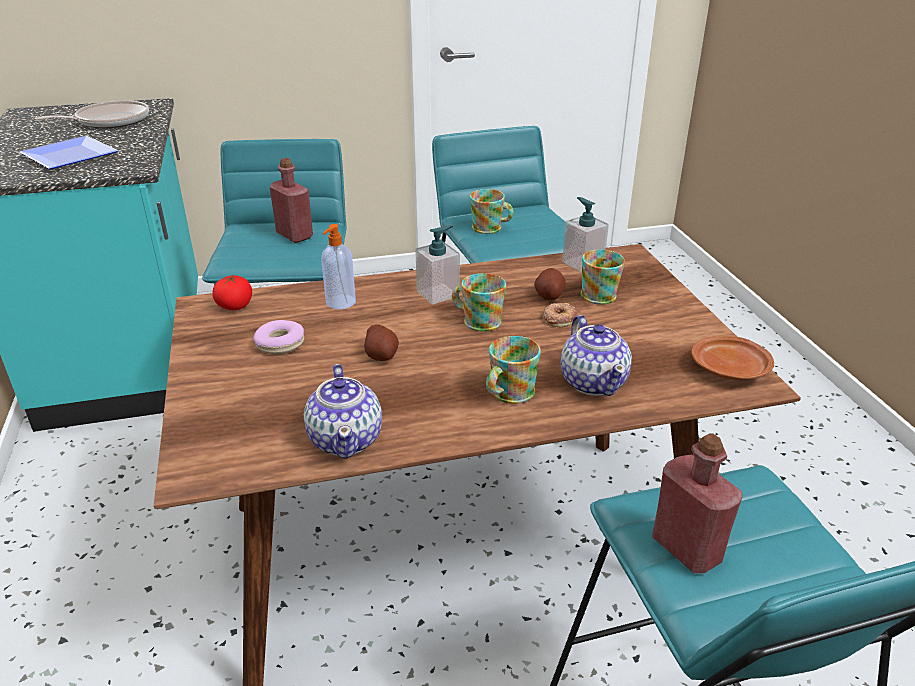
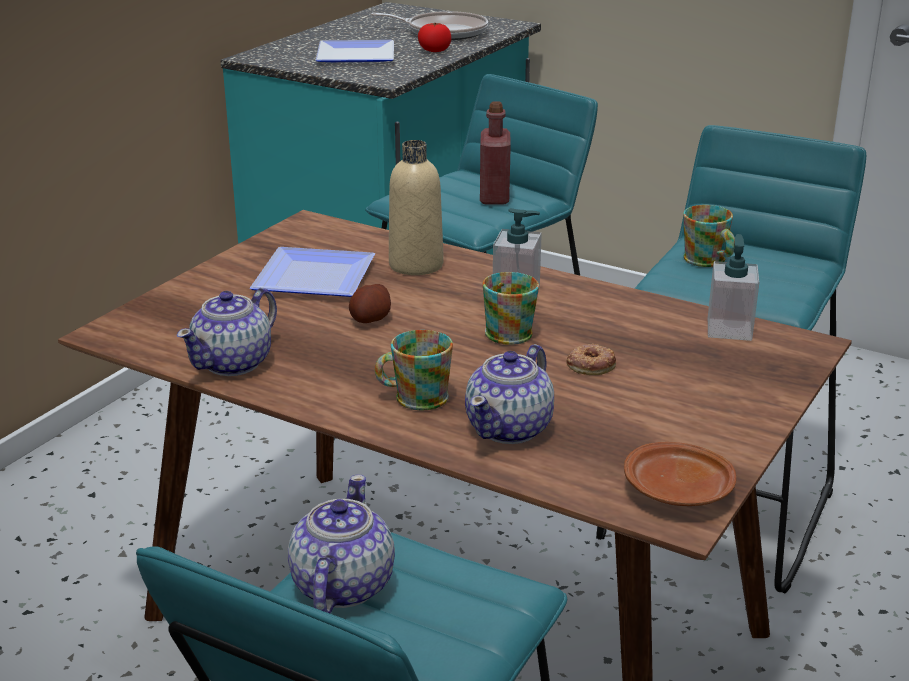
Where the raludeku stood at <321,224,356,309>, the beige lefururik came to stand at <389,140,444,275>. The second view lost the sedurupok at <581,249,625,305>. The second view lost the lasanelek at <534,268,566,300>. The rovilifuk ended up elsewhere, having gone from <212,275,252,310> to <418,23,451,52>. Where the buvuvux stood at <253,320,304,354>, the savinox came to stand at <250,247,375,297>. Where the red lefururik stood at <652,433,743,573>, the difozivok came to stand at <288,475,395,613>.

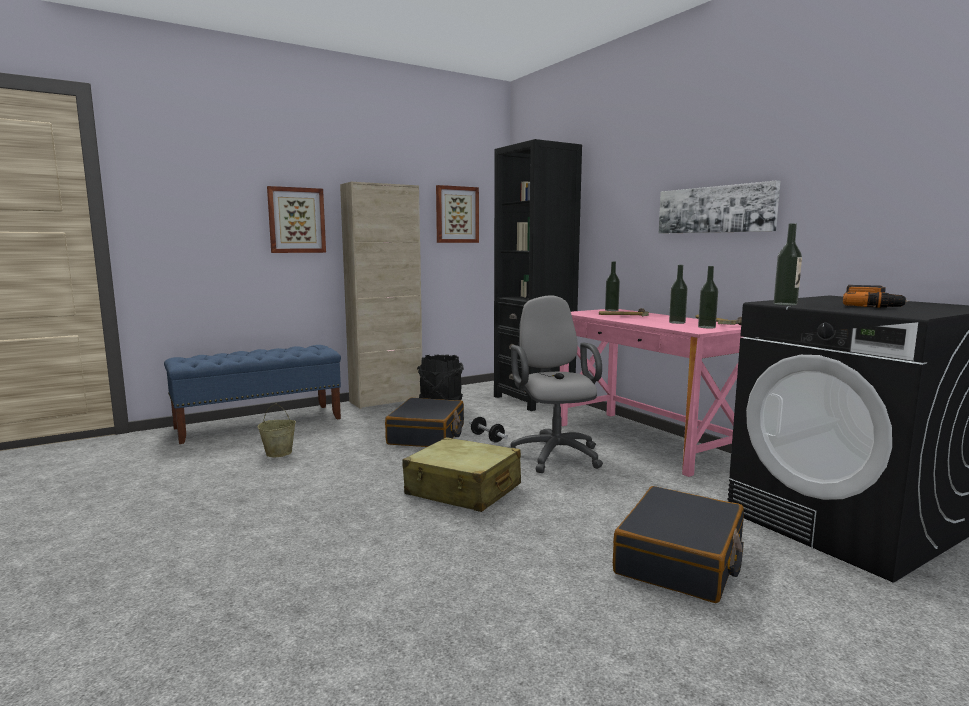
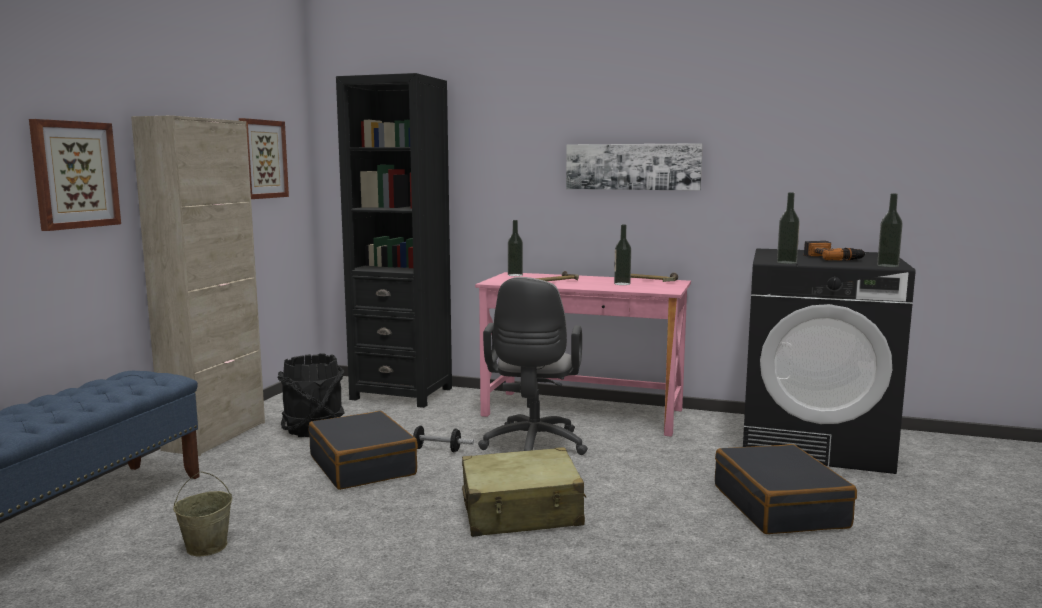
The lefururik ended up elsewhere, having gone from <698,266,718,328> to <877,193,903,267>. The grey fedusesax at <508,295,603,473> ended up facing another way, 120 degrees counterclockwise from before.

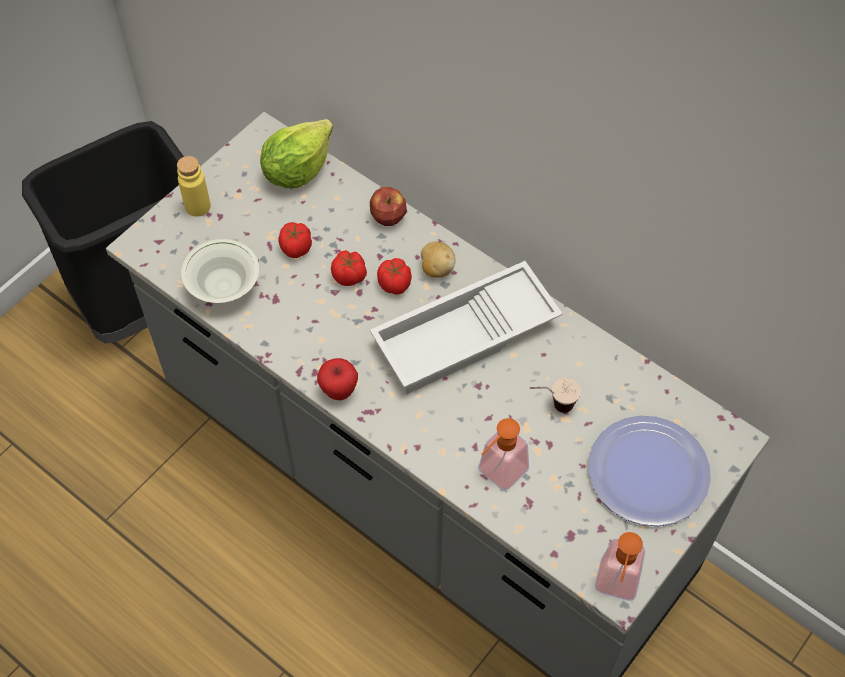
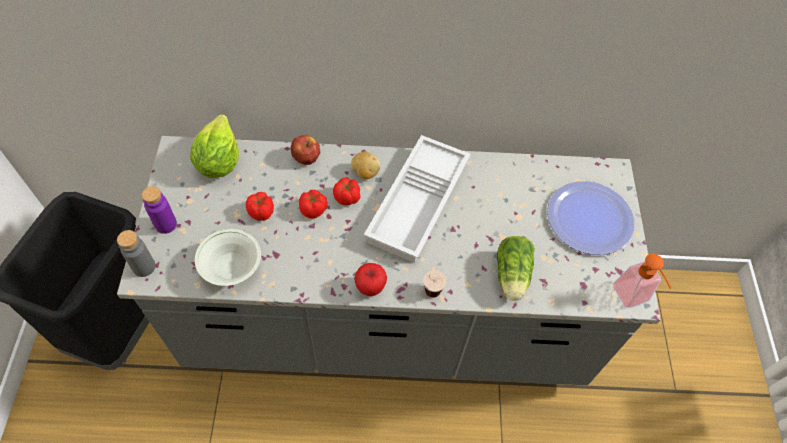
What was the yellow lefururik at <177,156,211,217> turned into the purple lefururik at <141,186,177,234>. The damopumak ended up elsewhere, having gone from <530,378,581,413> to <415,270,446,298>. Where the raludeku stood at <478,418,529,491>, the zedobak came to stand at <497,236,535,301>. The second view gained the grey lefururik at <117,230,156,277>.

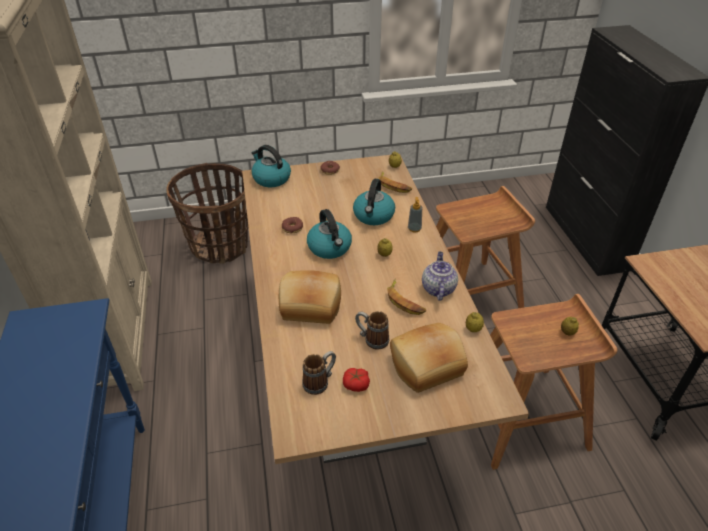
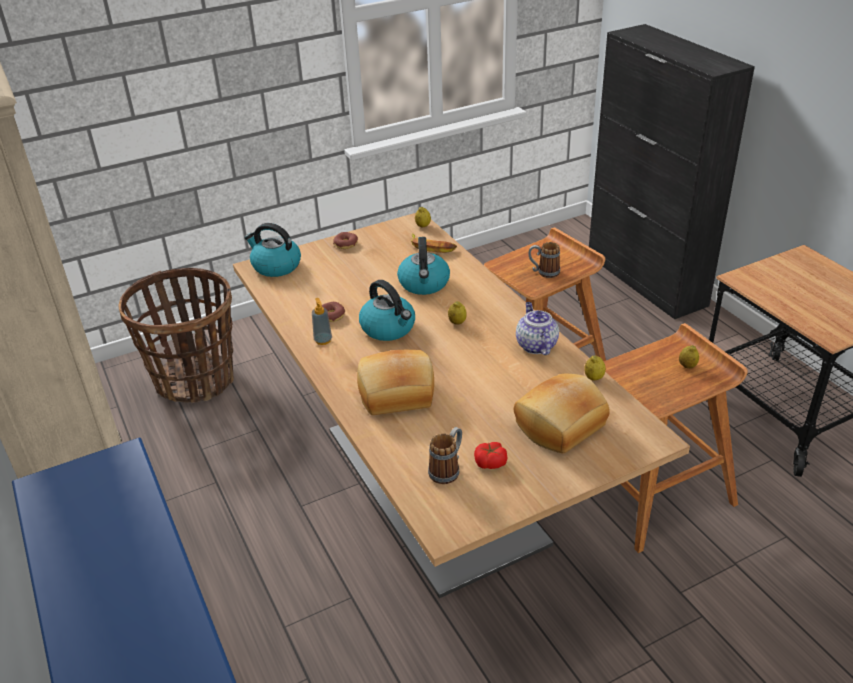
The raludeku ended up elsewhere, having gone from <408,197,422,232> to <312,298,332,345>. The second view lost the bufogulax at <387,279,426,315>. The sedurupok ended up elsewhere, having gone from <355,311,389,349> to <528,242,560,278>.

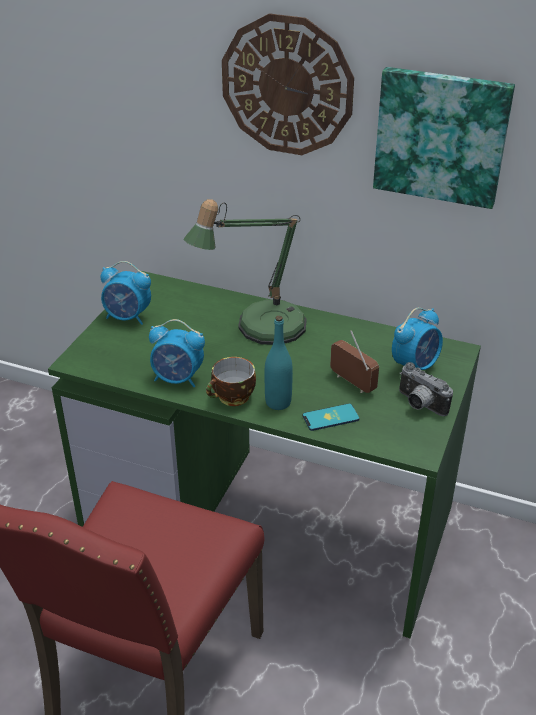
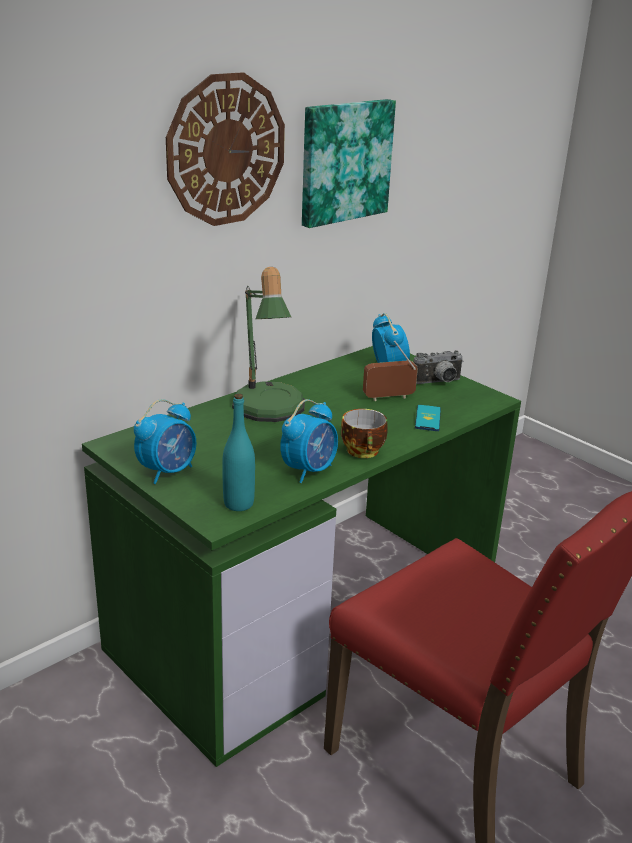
The turquoise lefururik ended up elsewhere, having gone from <265,316,293,410> to <222,394,255,511>.

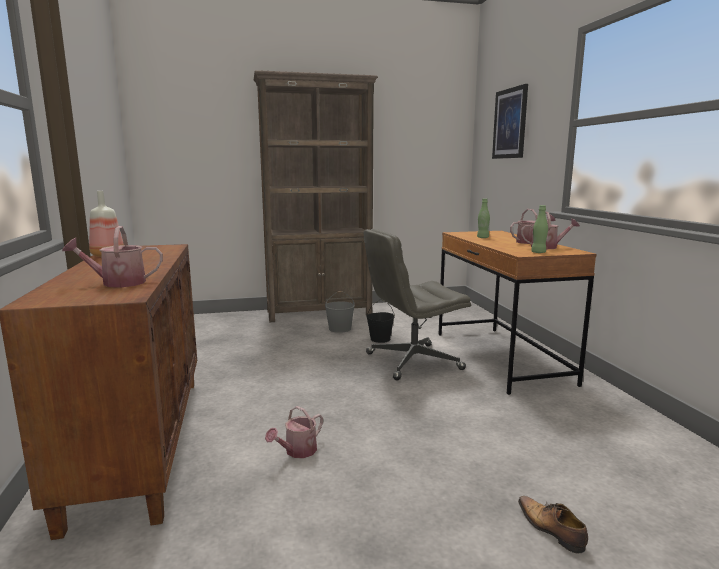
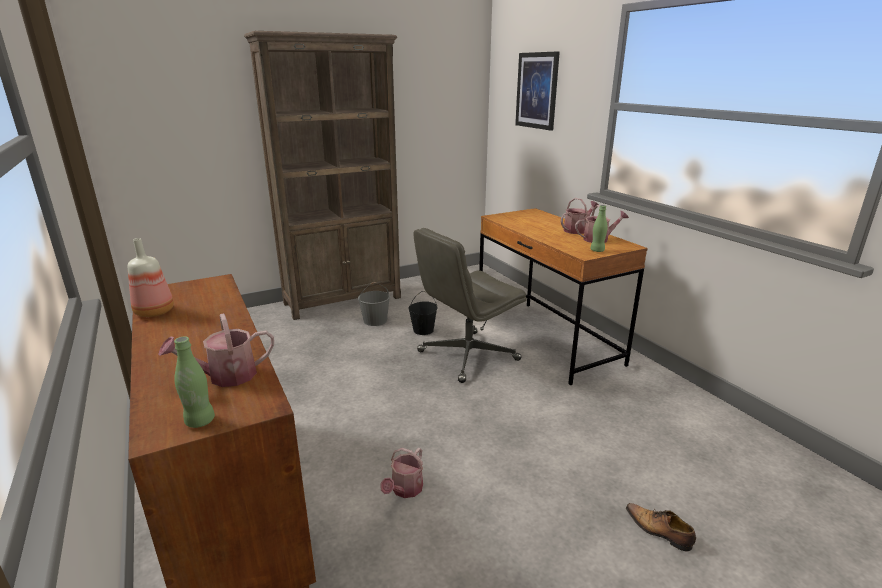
The green lefururik ended up elsewhere, having gone from <477,199,490,238> to <174,336,215,428>.

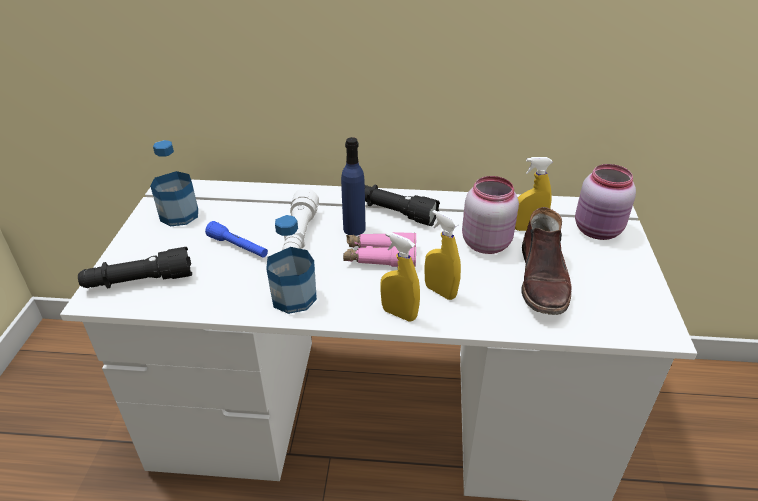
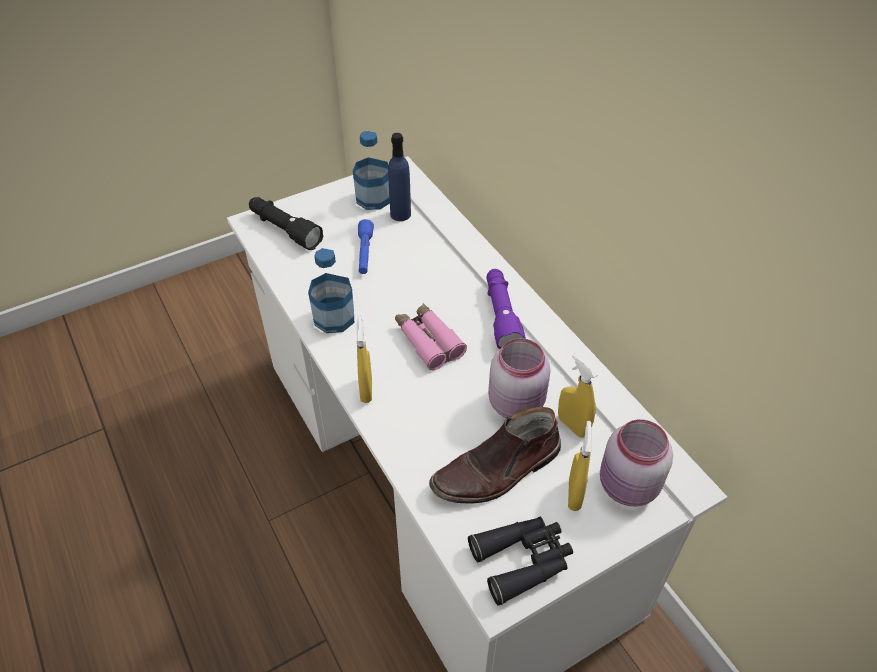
The blue lefururik ended up elsewhere, having gone from <341,137,366,236> to <388,133,411,221>. What was the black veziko at <365,185,440,226> turned into the purple veziko at <486,269,526,350>. The second view lost the white veziko at <282,188,319,250>. The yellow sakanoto ended up elsewhere, having gone from <425,210,461,300> to <568,421,592,511>. The second view gained the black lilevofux at <468,517,573,606>.

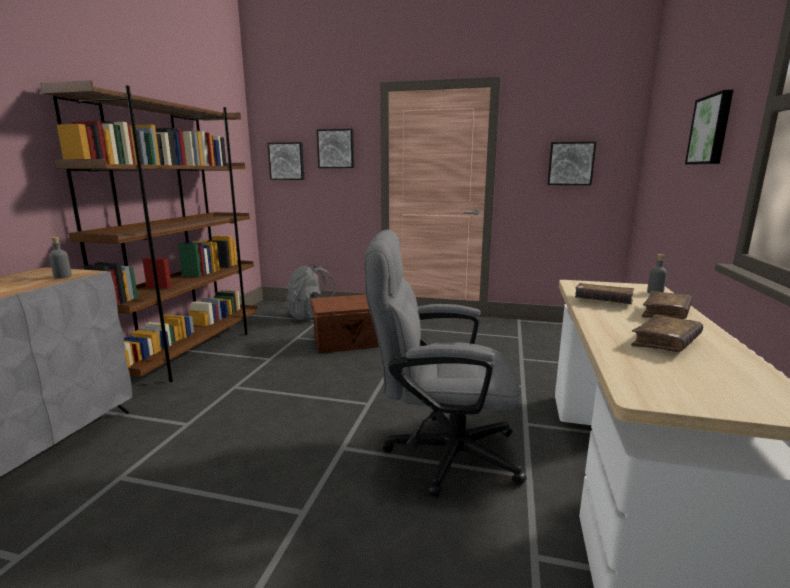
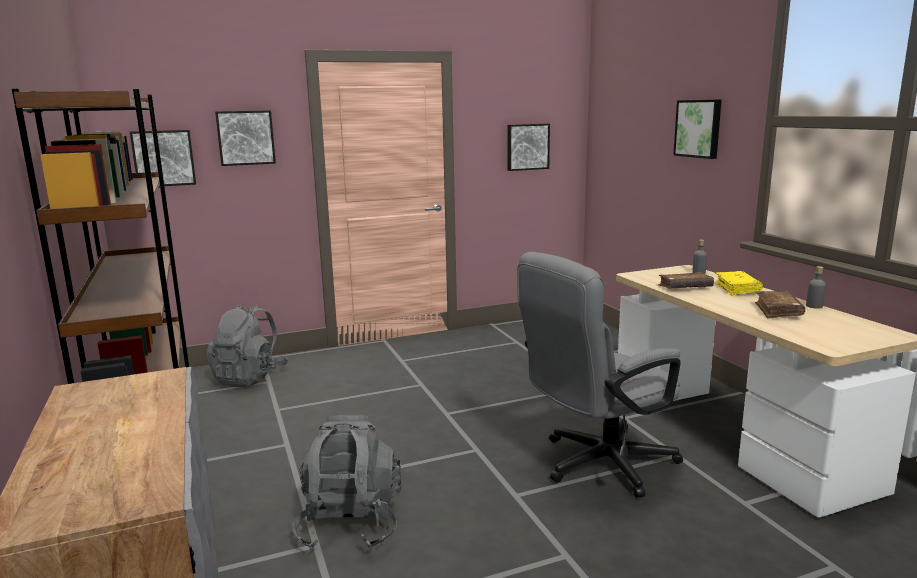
The grey lefururik ended up elsewhere, having gone from <49,237,72,279> to <806,266,826,309>. What was the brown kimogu at <642,291,692,319> turned into the yellow kimogu at <715,271,763,296>. The second view lost the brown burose at <310,294,379,353>. The second view gained the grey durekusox at <292,415,402,550>.

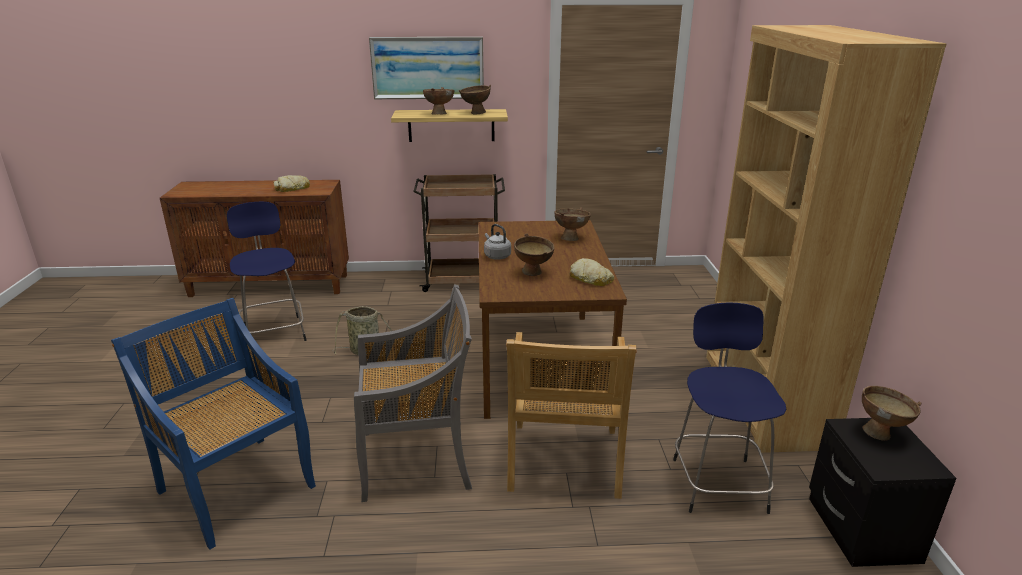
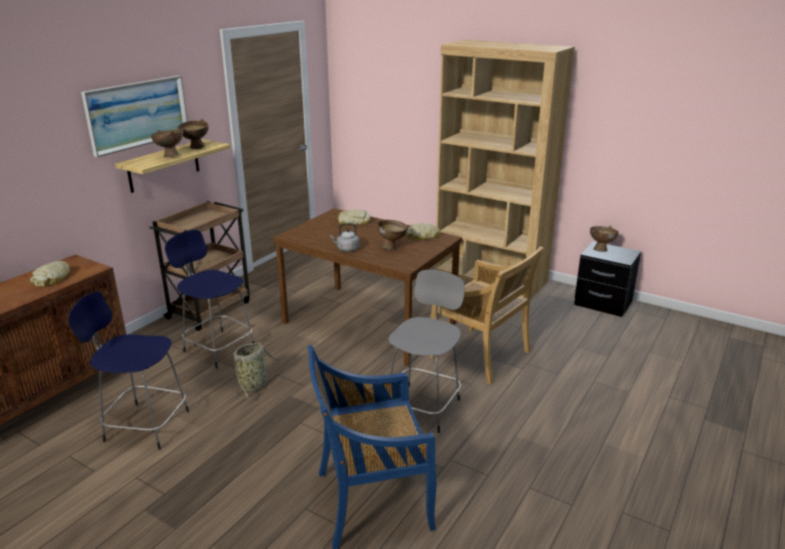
Where the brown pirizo stood at <555,207,591,241>, the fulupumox came to stand at <338,209,370,225>. Where the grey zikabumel stood at <354,284,472,502>, the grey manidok came to stand at <389,270,465,433>. The blue manidok ended up elsewhere, having gone from <673,302,786,514> to <165,230,255,368>.

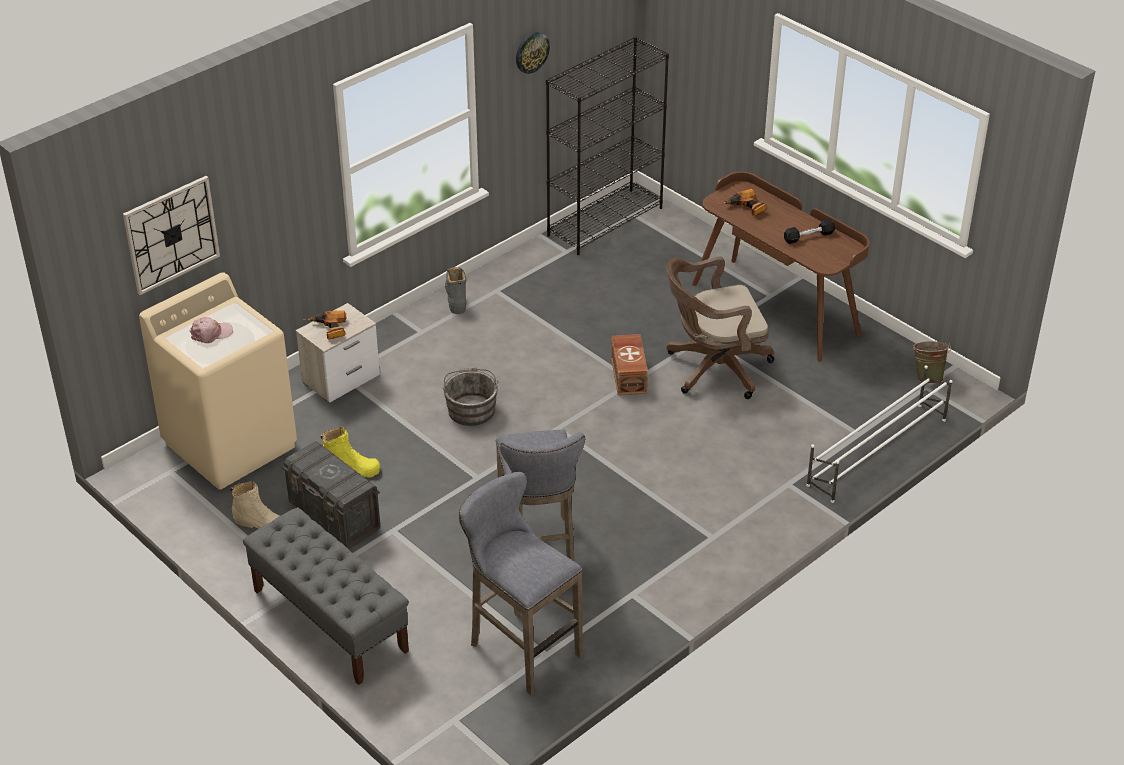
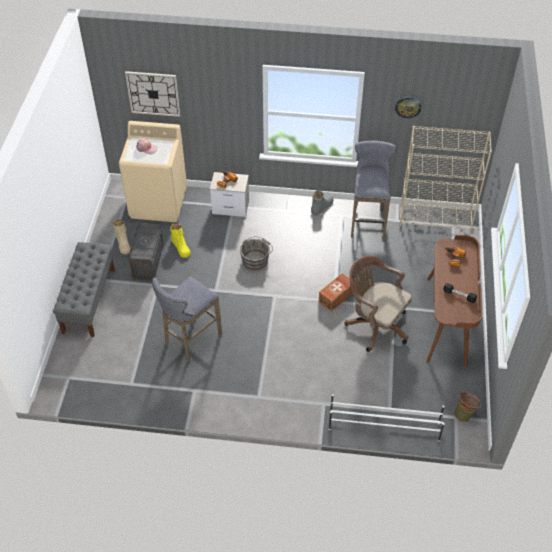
What was the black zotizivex at <546,36,669,255> turned into the beige zotizivex at <400,126,492,232>. The grey manidok ended up elsewhere, having gone from <459,471,583,695> to <351,141,396,240>.

